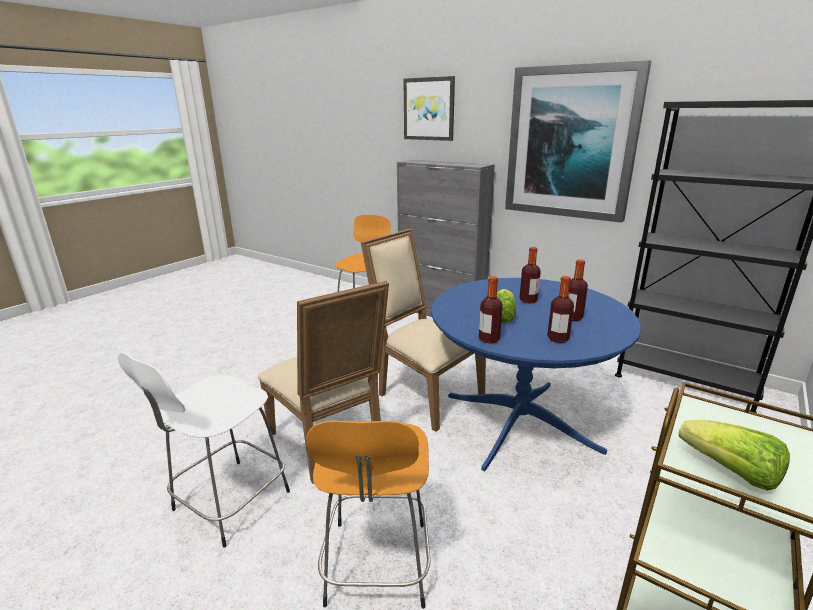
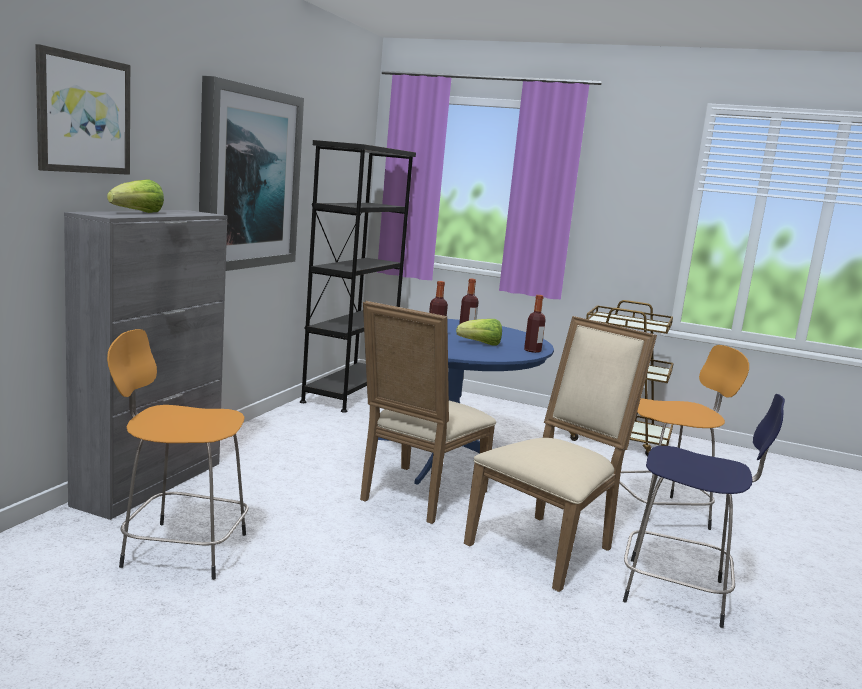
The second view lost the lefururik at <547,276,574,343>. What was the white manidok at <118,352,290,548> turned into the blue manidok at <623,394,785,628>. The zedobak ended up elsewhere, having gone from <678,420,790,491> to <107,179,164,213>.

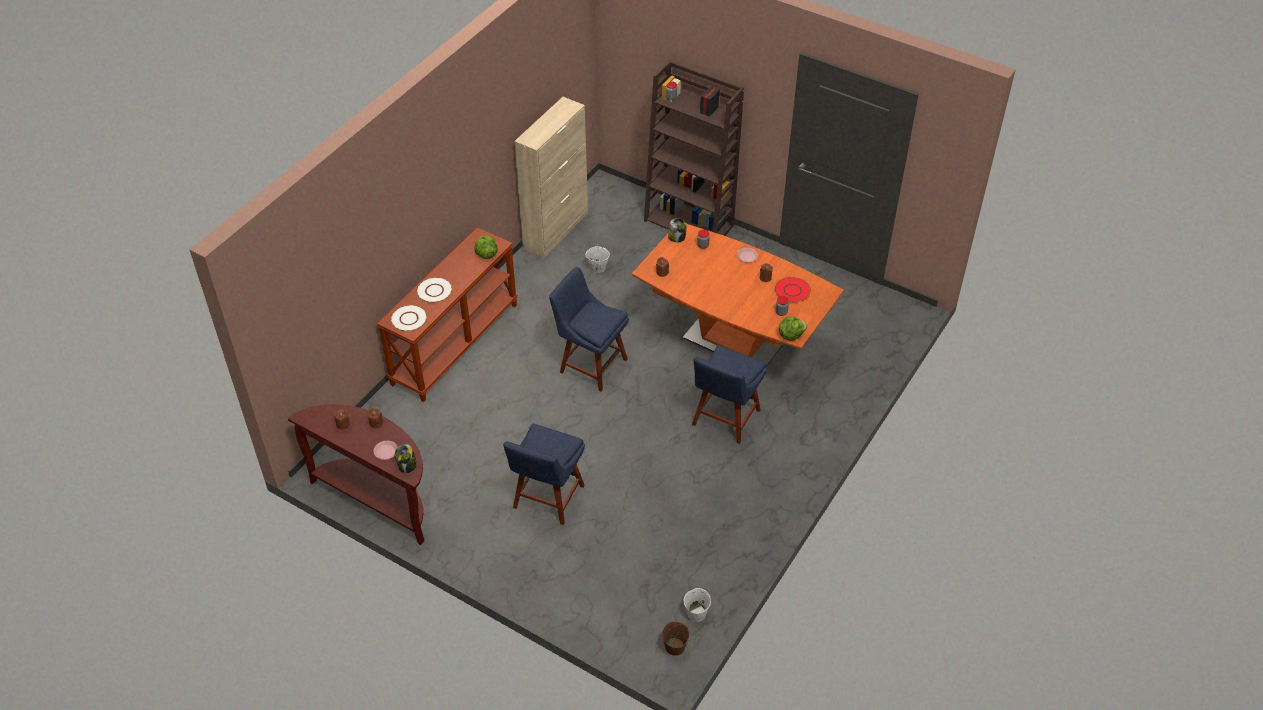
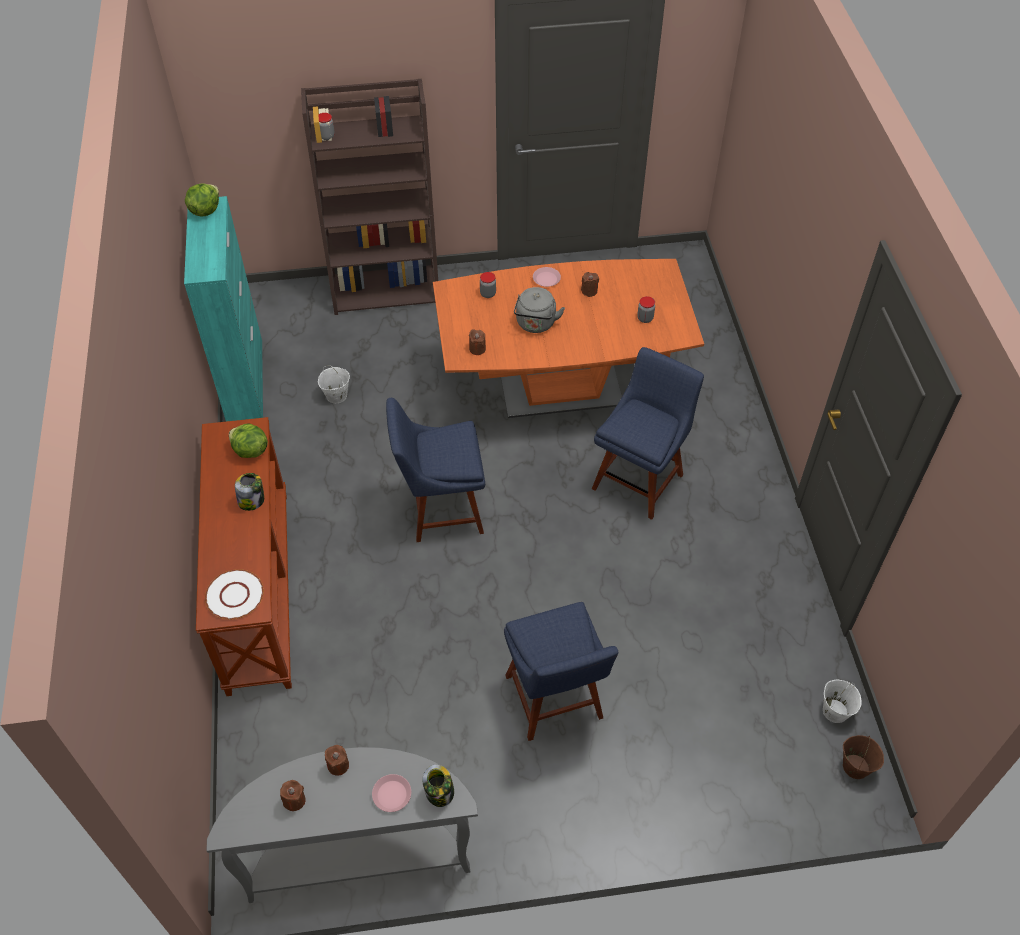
What was the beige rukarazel at <514,97,588,258> turned into the turquoise rukarazel at <184,196,263,421>. The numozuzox ended up elsewhere, having gone from <668,218,687,242> to <235,473,264,511>. The second view lost the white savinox at <416,277,453,303>. The second view lost the red savinox at <775,277,811,302>. The zedobak ended up elsewhere, having gone from <779,317,807,341> to <185,183,219,217>. The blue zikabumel at <692,345,767,444> ended up facing another way, 135 degrees counterclockwise from before. What was the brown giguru at <288,404,425,545> turned into the grey giguru at <207,747,478,903>. The second view gained the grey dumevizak at <514,287,565,333>.

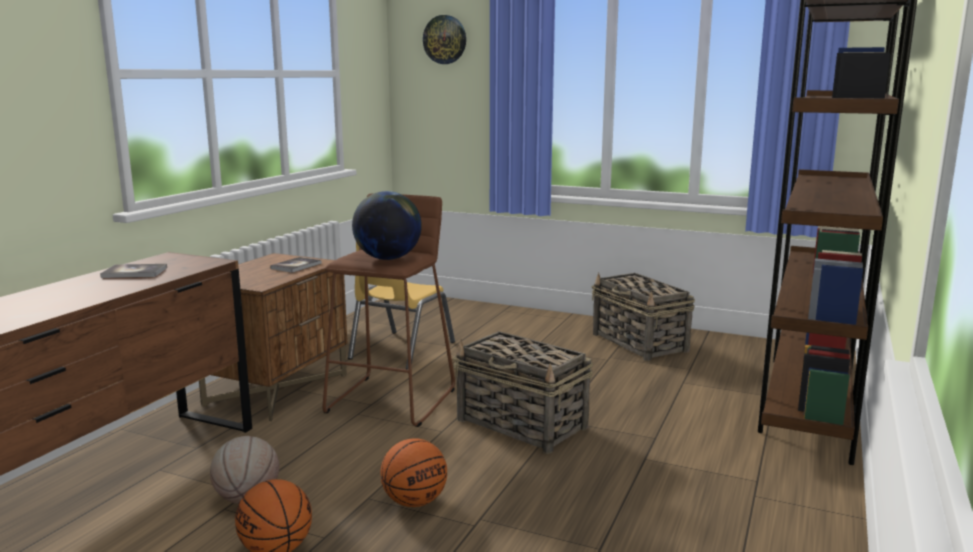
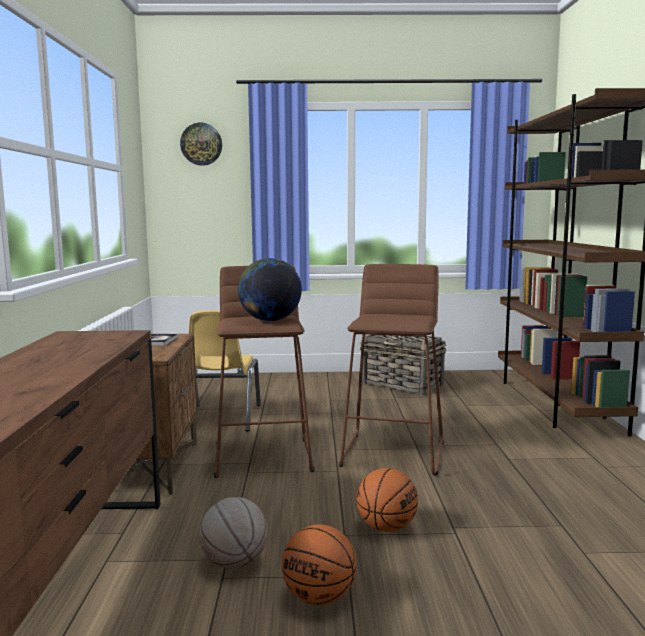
The second view lost the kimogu at <100,264,167,278>. Where the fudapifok stood at <453,331,593,454>, the brown manidok came to stand at <339,264,444,476>.

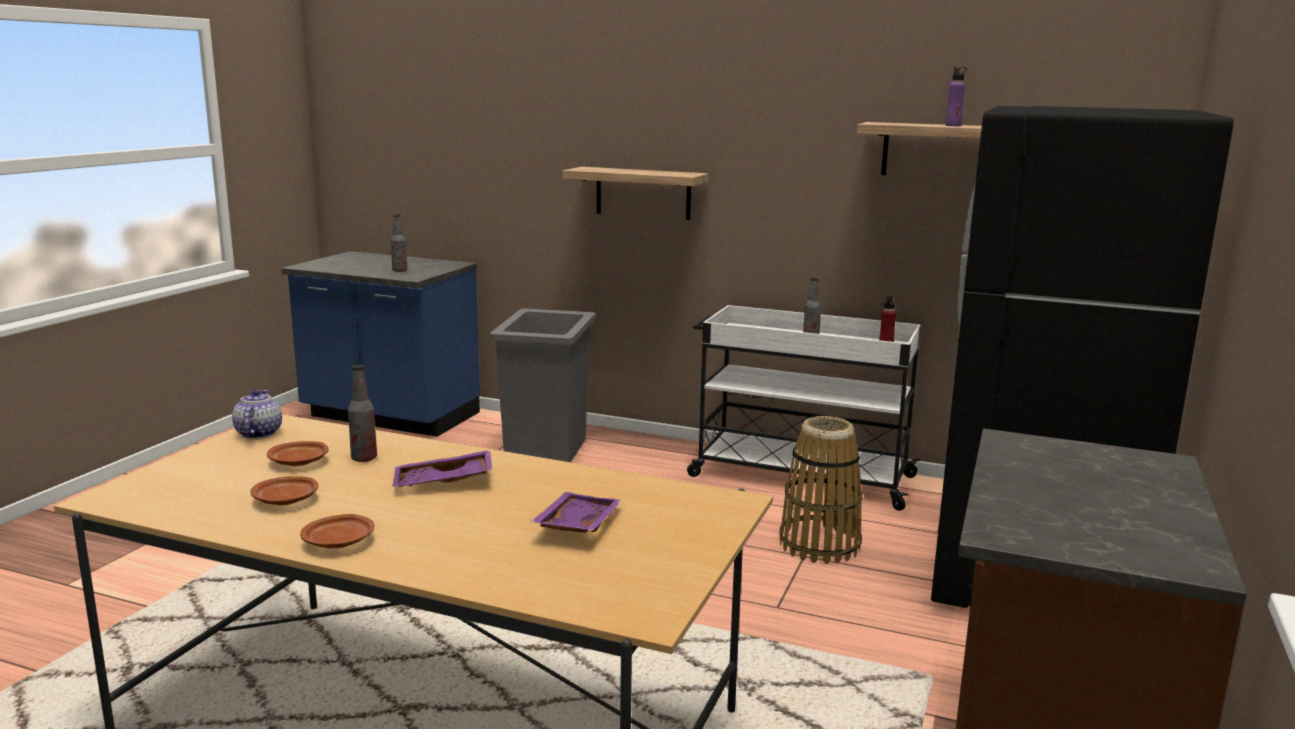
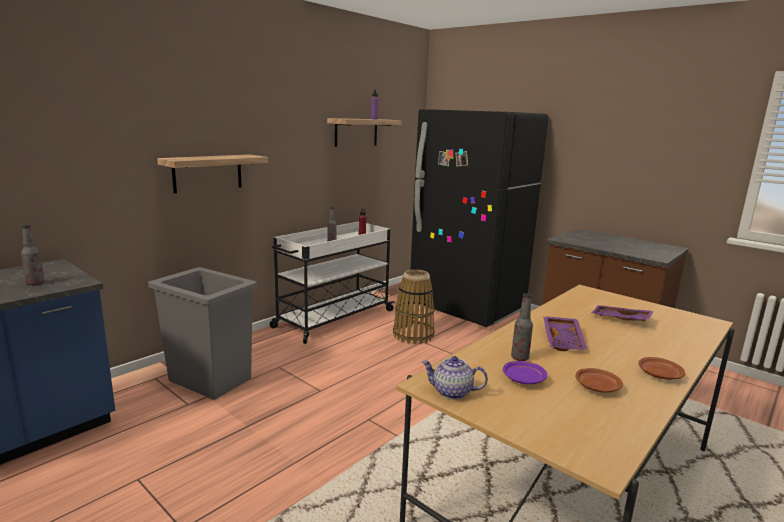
What was the brown savinox at <267,441,329,467> turned into the purple savinox at <503,361,547,384>.

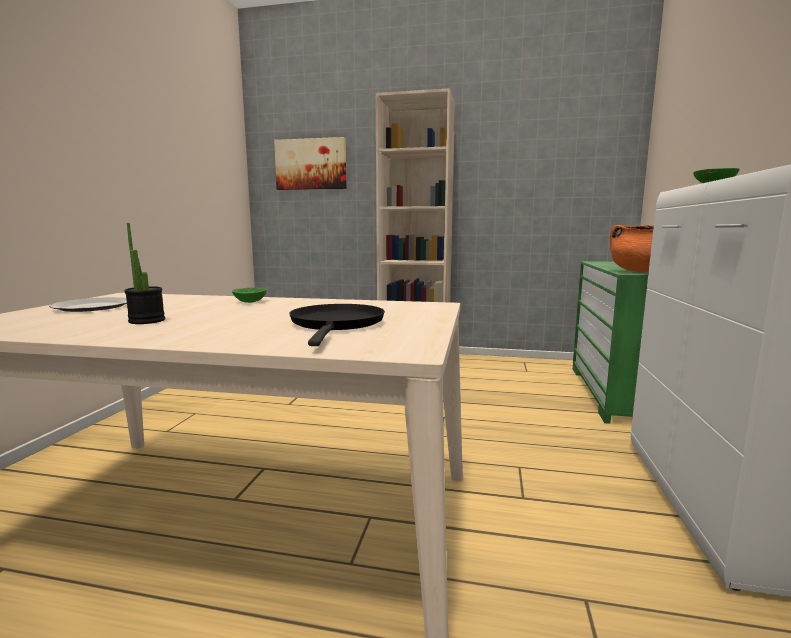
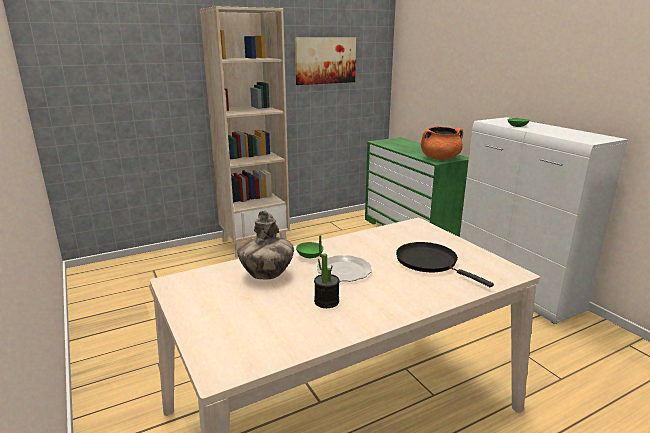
The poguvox ended up elsewhere, having gone from <274,137,347,190> to <295,37,356,85>. The savinox ended up elsewhere, having gone from <49,297,127,312> to <317,255,372,281>. The second view gained the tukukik at <237,211,294,280>.

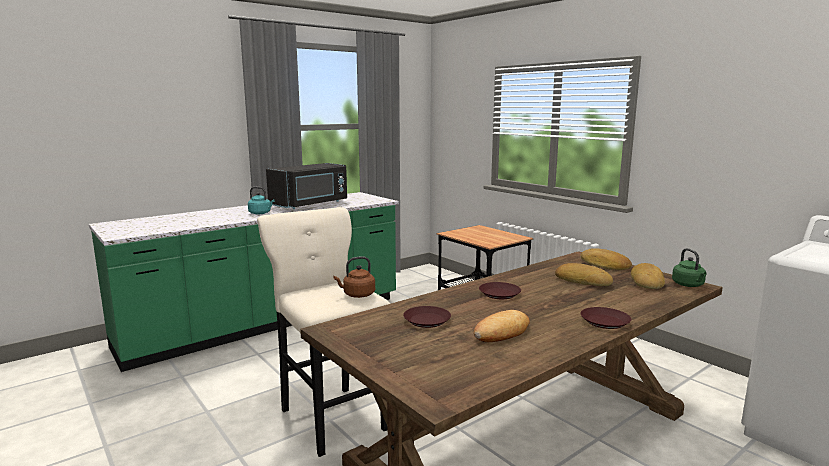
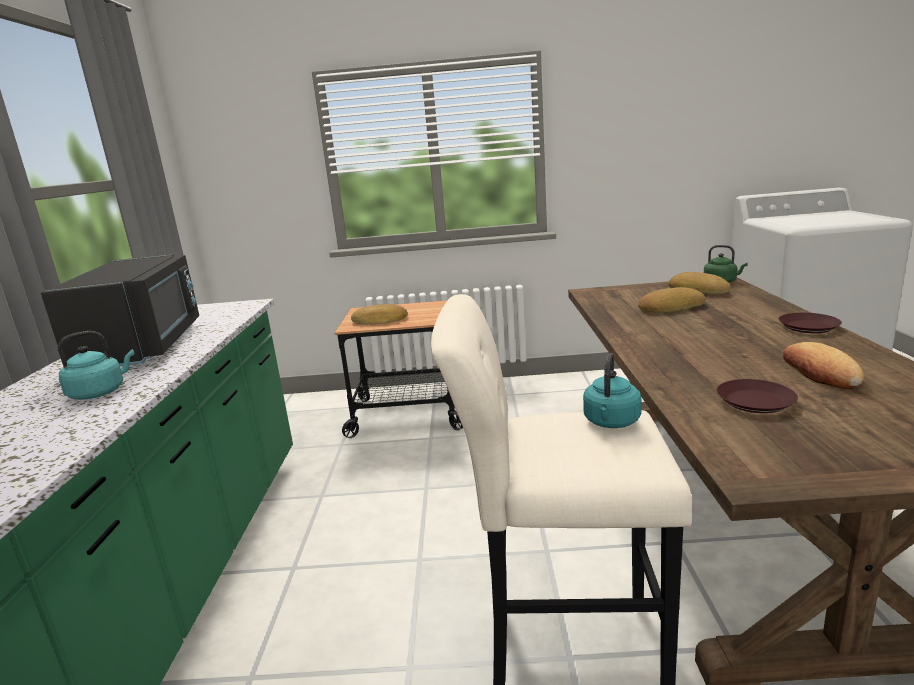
The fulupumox ended up elsewhere, having gone from <580,248,632,270> to <351,304,408,324>. What was the brown dumevizak at <333,256,375,298> turned into the turquoise dumevizak at <583,353,642,428>. The second view lost the brown savinox at <479,282,521,299>.

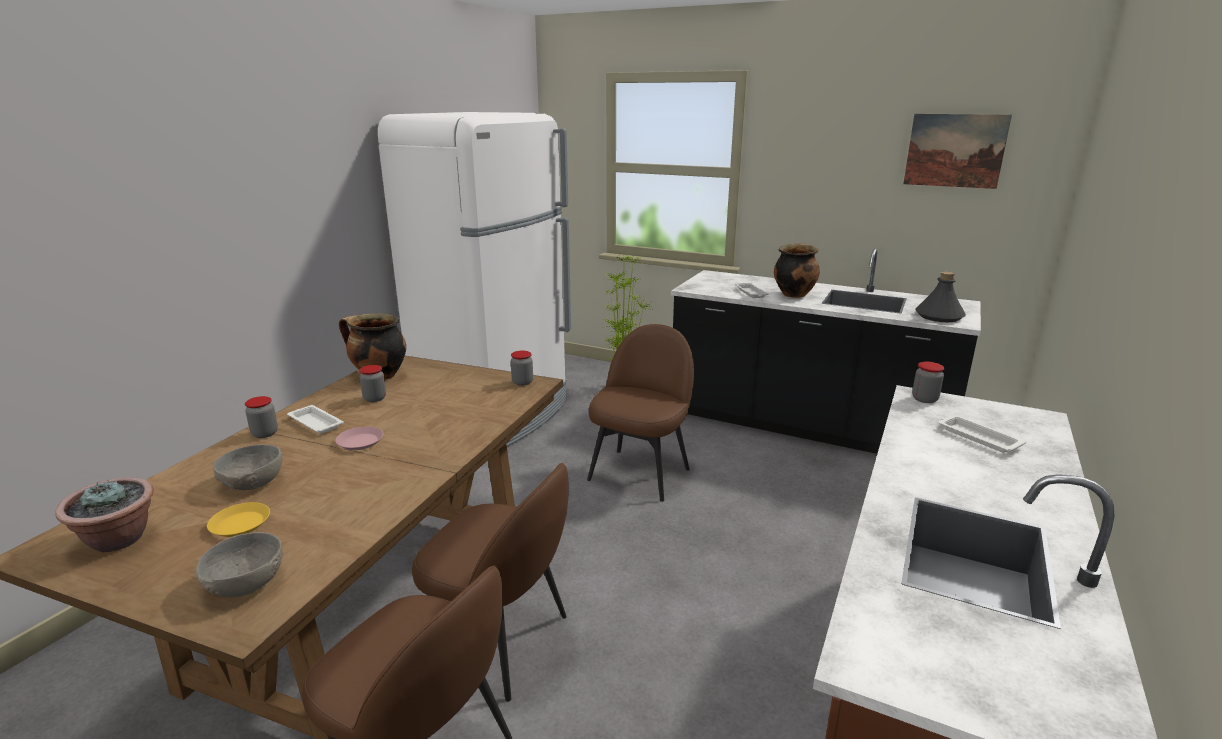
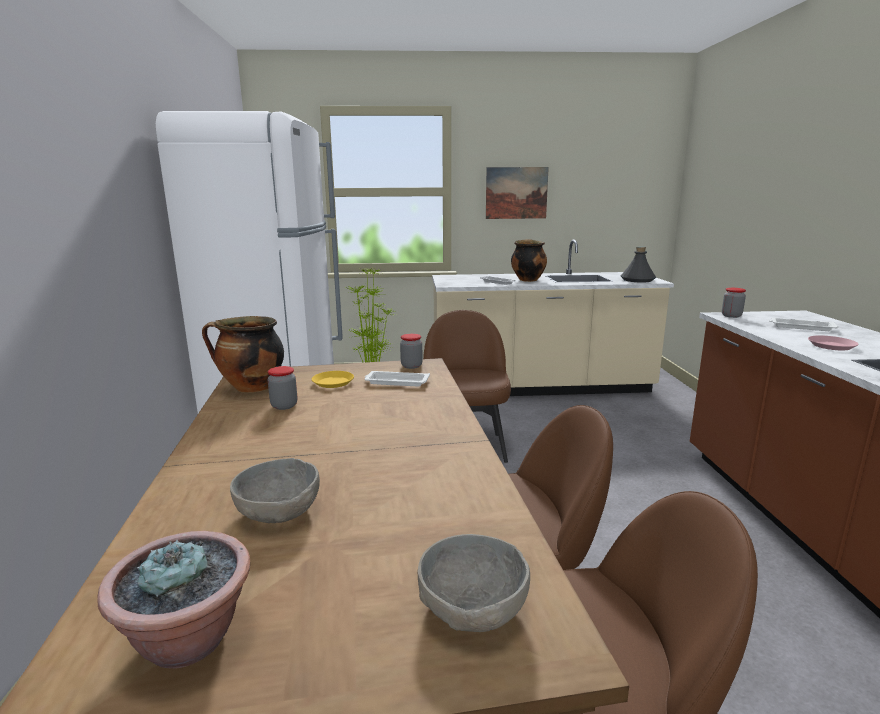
The poguvox ended up elsewhere, having gone from <903,114,1012,189> to <486,167,549,219>. What was the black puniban at <671,249,981,454> turned into the beige puniban at <432,239,674,396>. The second view lost the numozuzox at <245,396,278,438>. The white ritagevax ended up elsewhere, having gone from <287,405,344,434> to <365,371,430,386>. The pink savinox ended up elsewhere, having gone from <335,426,383,450> to <808,335,859,350>. The yellow savinox ended up elsewhere, having gone from <207,502,270,537> to <312,371,354,388>.

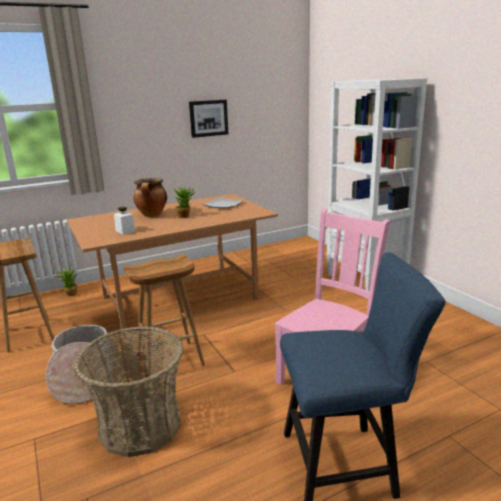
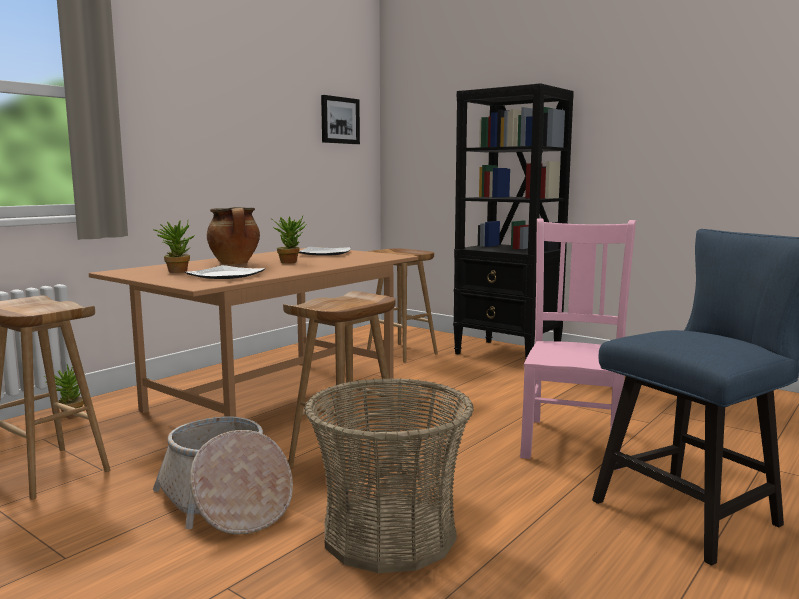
What was the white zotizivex at <326,78,427,291> turned into the black zotizivex at <453,83,574,358>. The poguvox ended up elsewhere, having gone from <189,100,228,138> to <321,95,360,144>. Where the white numozuzox stood at <114,207,136,235>, the savinox came to stand at <185,265,265,279>. The second view gained the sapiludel at <153,220,195,273>. The second view gained the brown manidok at <367,248,438,363>.

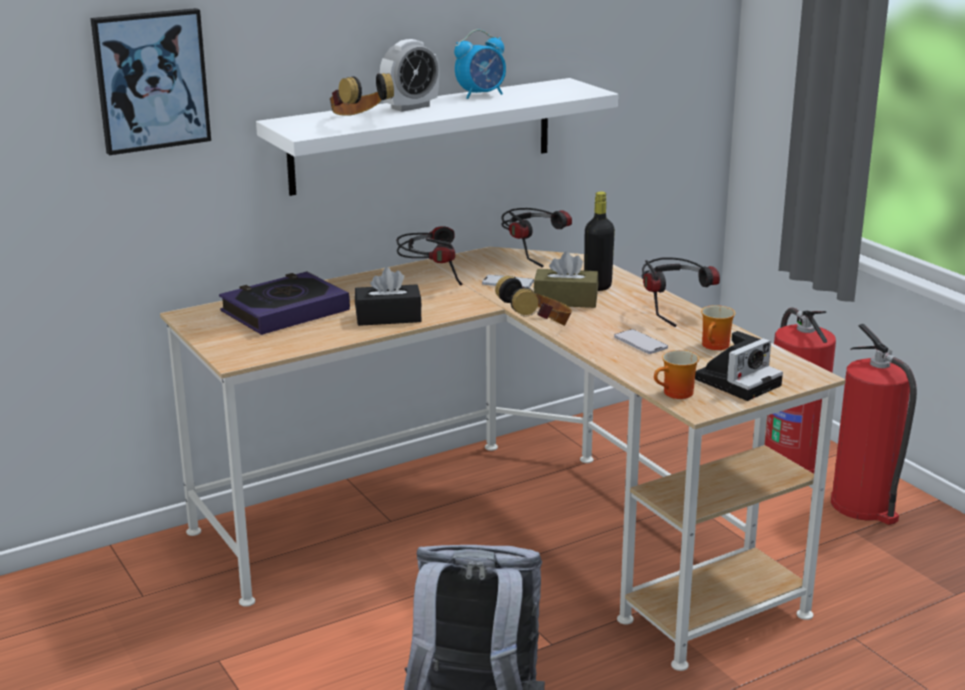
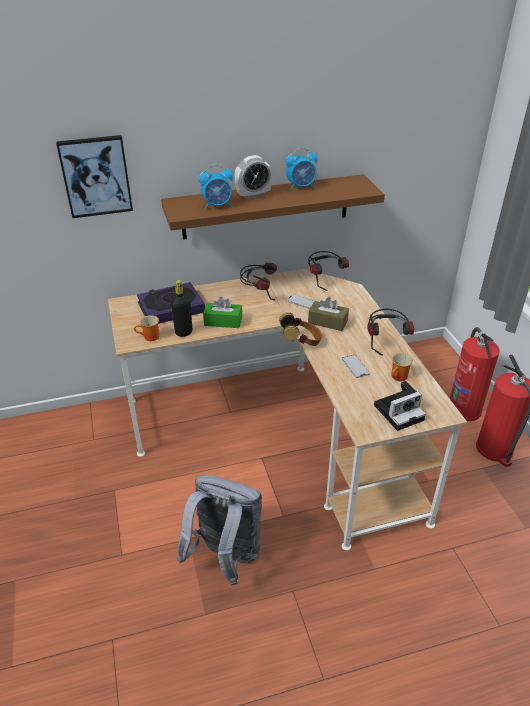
Where the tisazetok stood at <330,73,394,116>, the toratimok came to stand at <199,165,233,209>. What was the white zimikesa at <256,78,618,196> turned into the brown zimikesa at <161,174,385,240>. The black lefururik ended up elsewhere, having gone from <584,192,615,291> to <171,280,192,337>. What was the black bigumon at <355,267,422,326> turned into the green bigumon at <203,297,242,328>. The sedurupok ended up elsewhere, having gone from <654,350,699,399> to <134,315,159,341>.

